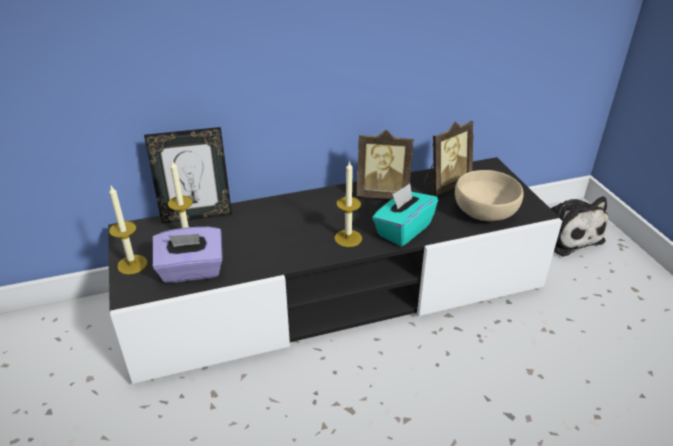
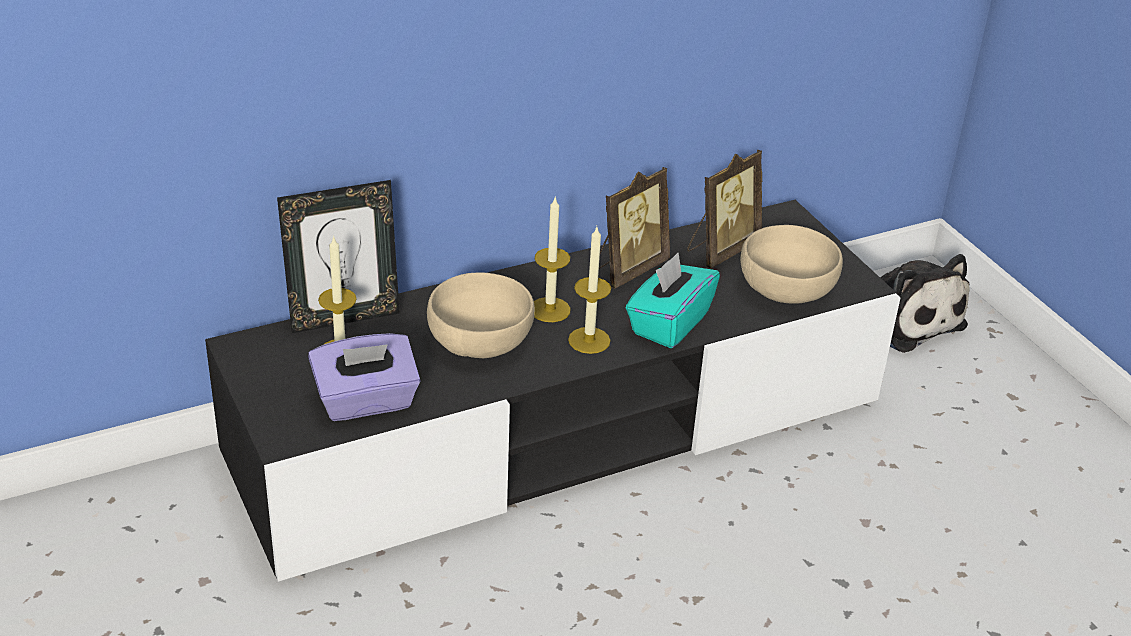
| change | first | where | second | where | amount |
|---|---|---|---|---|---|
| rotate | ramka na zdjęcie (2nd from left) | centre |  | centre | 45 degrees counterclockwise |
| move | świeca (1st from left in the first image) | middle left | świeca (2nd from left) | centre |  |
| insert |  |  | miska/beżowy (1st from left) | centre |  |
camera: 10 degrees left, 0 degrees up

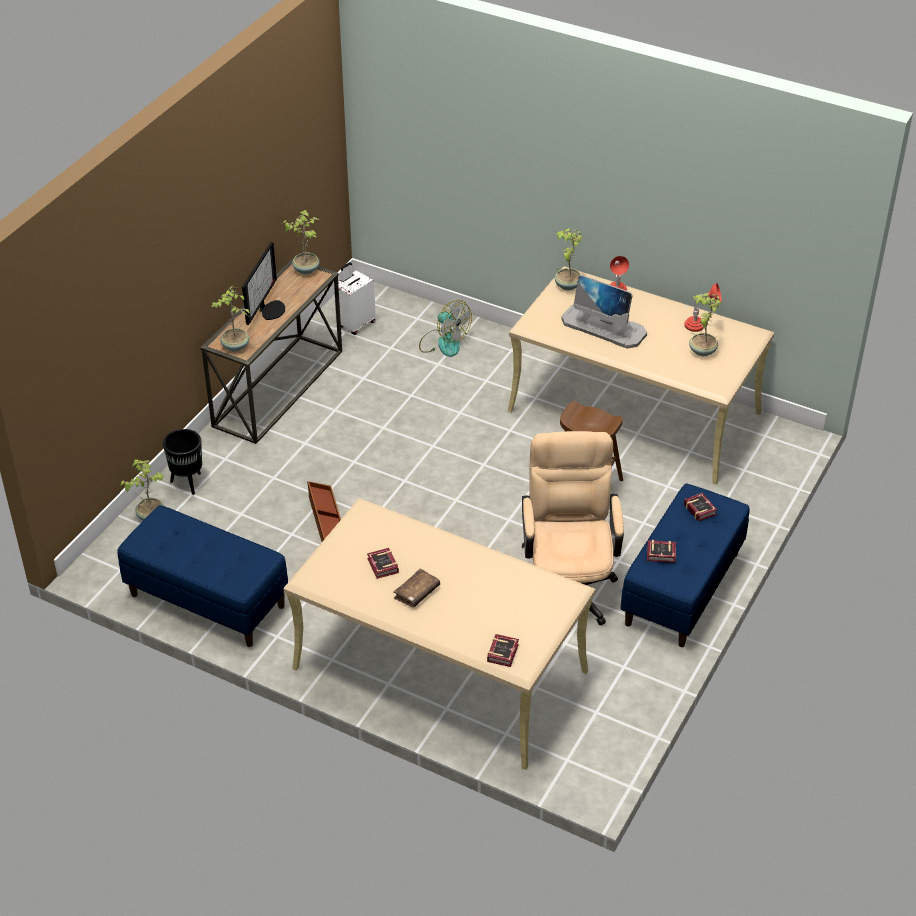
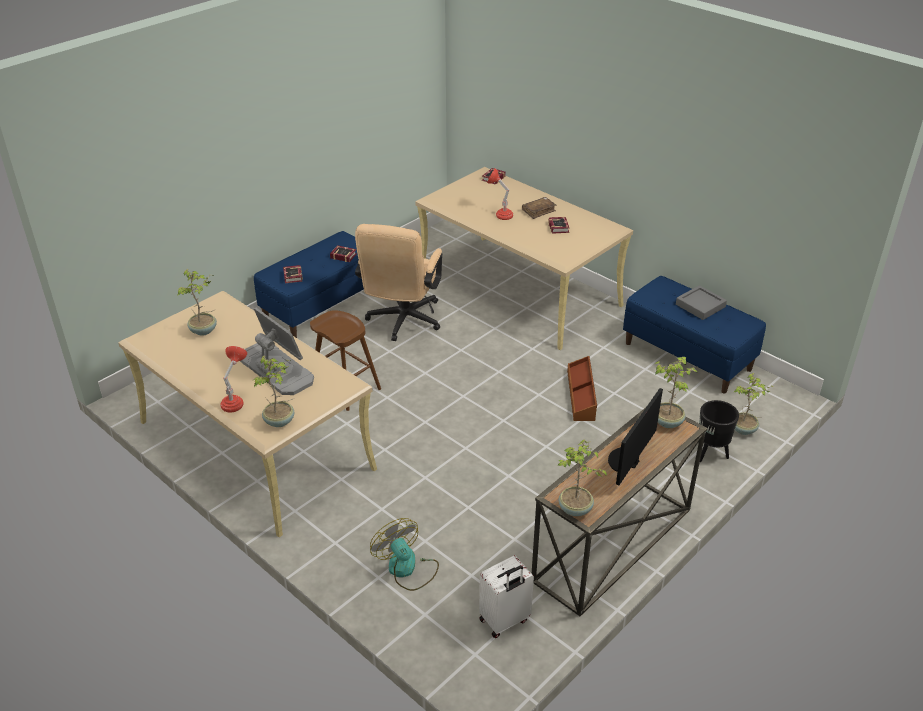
| change | first | where | second | where | amount |
|---|---|---|---|---|---|
| move | lampa stołowa/czerwony (2nd from left) | middle right |  | top centre |  |
| insert |  |  | taca/szary | middle right |  |
camera: 165 degrees left, 5 degrees down

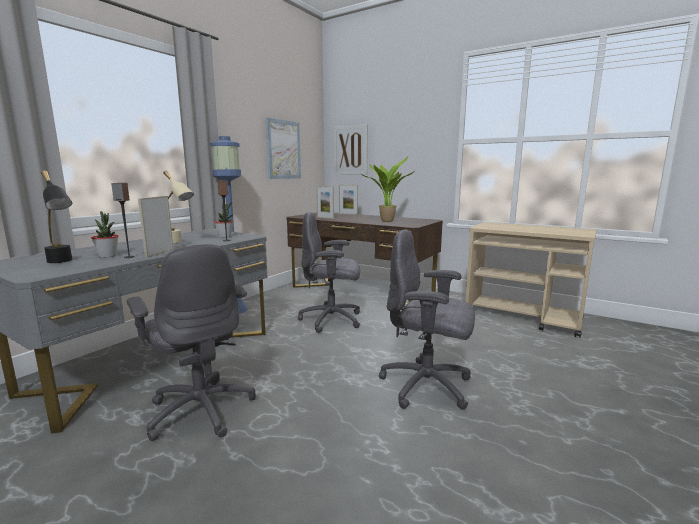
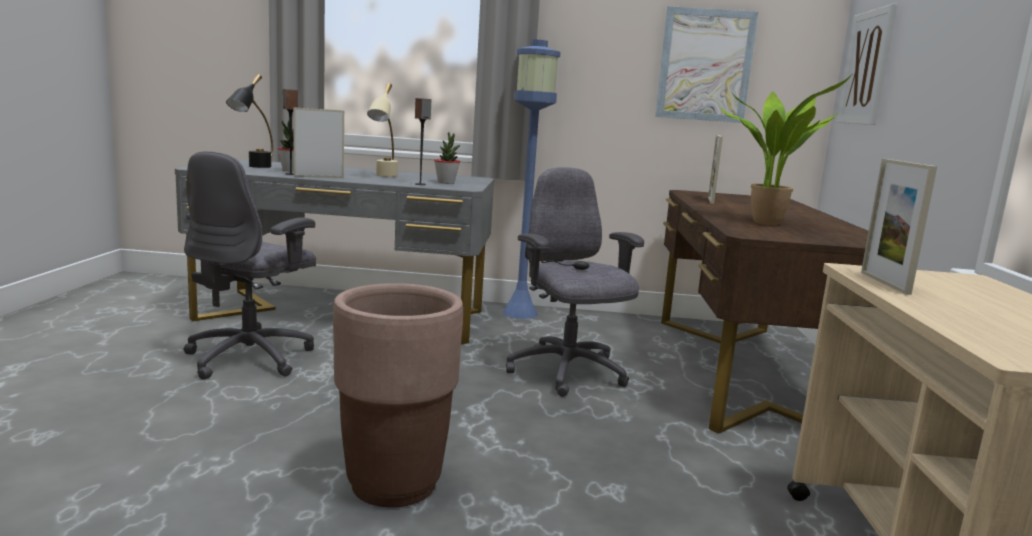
| change | first | where | second | where | amount |
|---|---|---|---|---|---|
| move | ramka na zdjęcie (3rd from left) | centre |  | middle right |  |
| replace | krzesło biurowe/szary (3rd from left) | centre | donica/brązowy | bottom centre |  |
camera: 60 degrees right, 0 degrees up

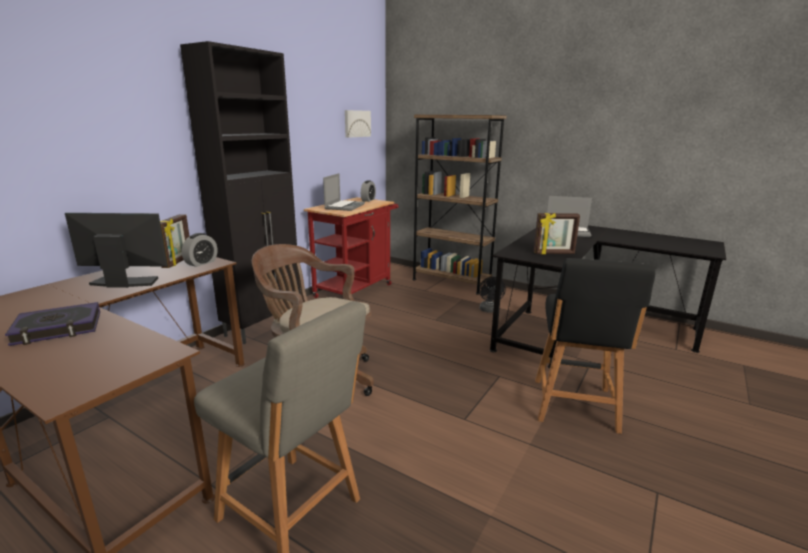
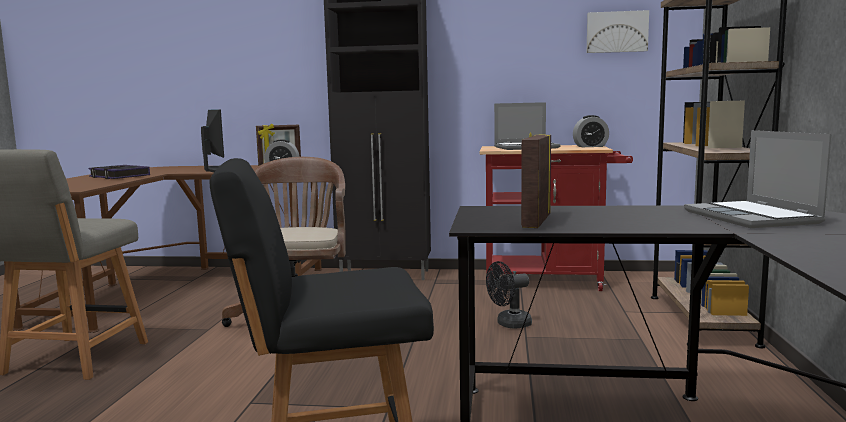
| change | first | where | second | where | amount |
|---|---|---|---|---|---|
| rotate | ramka na zdjęcie (2nd from left) | middle right |  | centre | 45 degrees clockwise |
| move | wentylator/czarny | centre |  | bottom centre |  |
camera: 65 degrees right, 10 degrees down

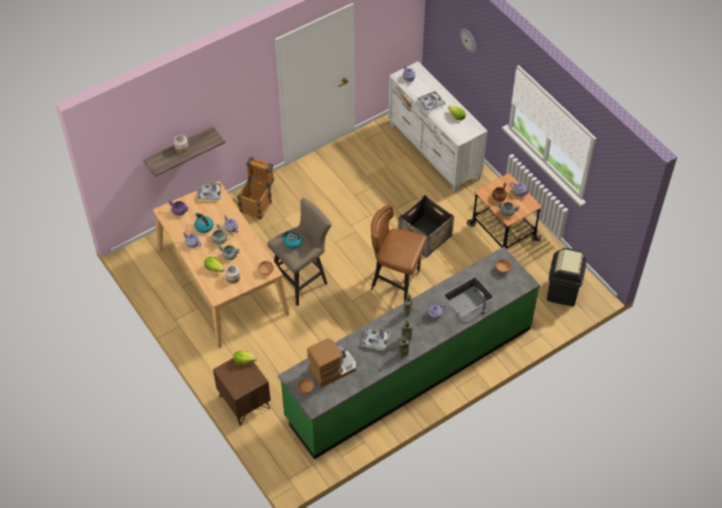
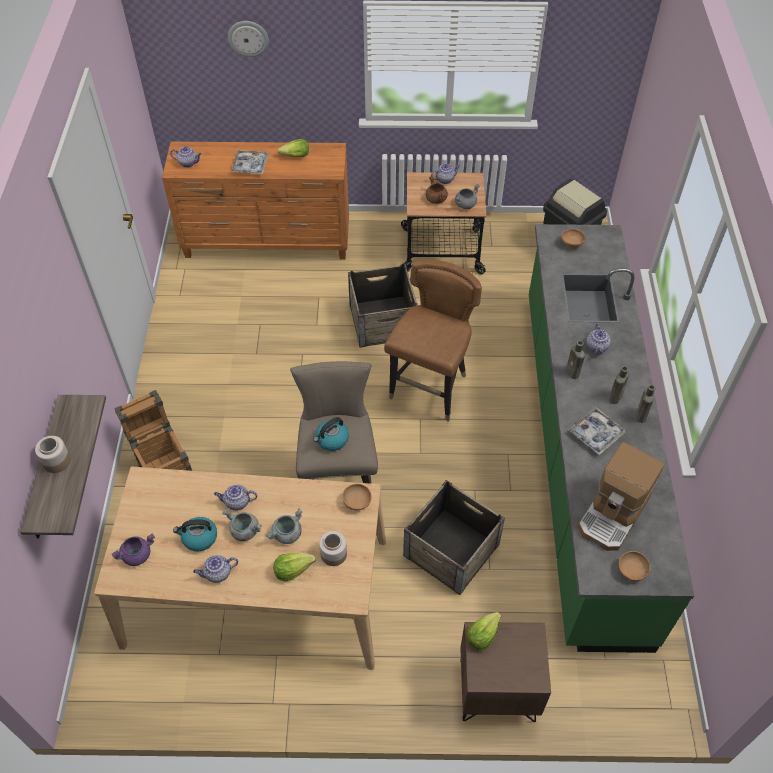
| change | first | where | second | where | amount |
|---|---|---|---|---|---|
| recolor | komoda/biały | top centre | komoda/pomarańczowy | top left |  |
| delete | taca (1st from left) | middle left |  |  |  |
| rotate | krzesło/brązowy | centre |  | centre | 150 degrees clockwise |
| rotate | ekspres do kawy | bottom centre |  | middle right | 150 degrees counterclockwise |
| insert |  |  | skrzynka (3rd from left) | bottom centre |  |
camera: 55 degrees left, 0 degrees up

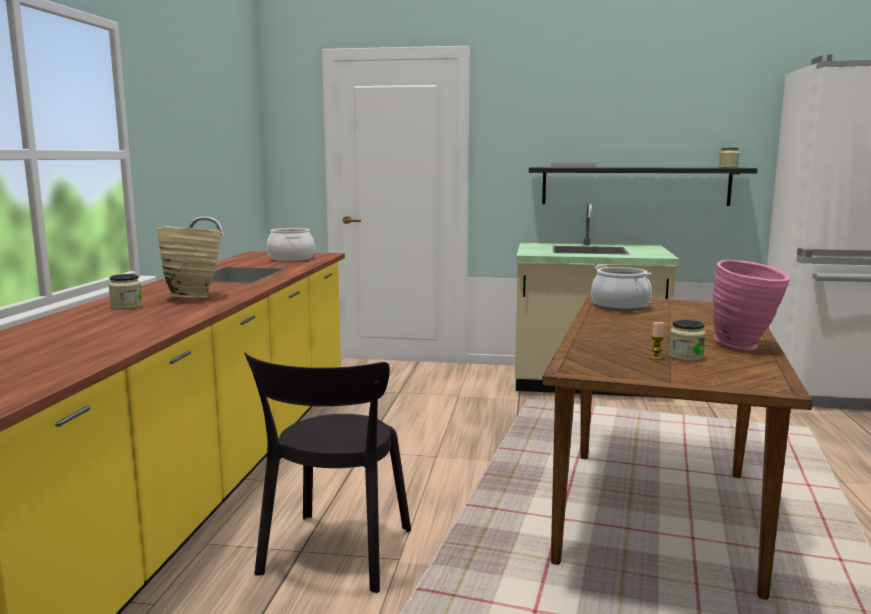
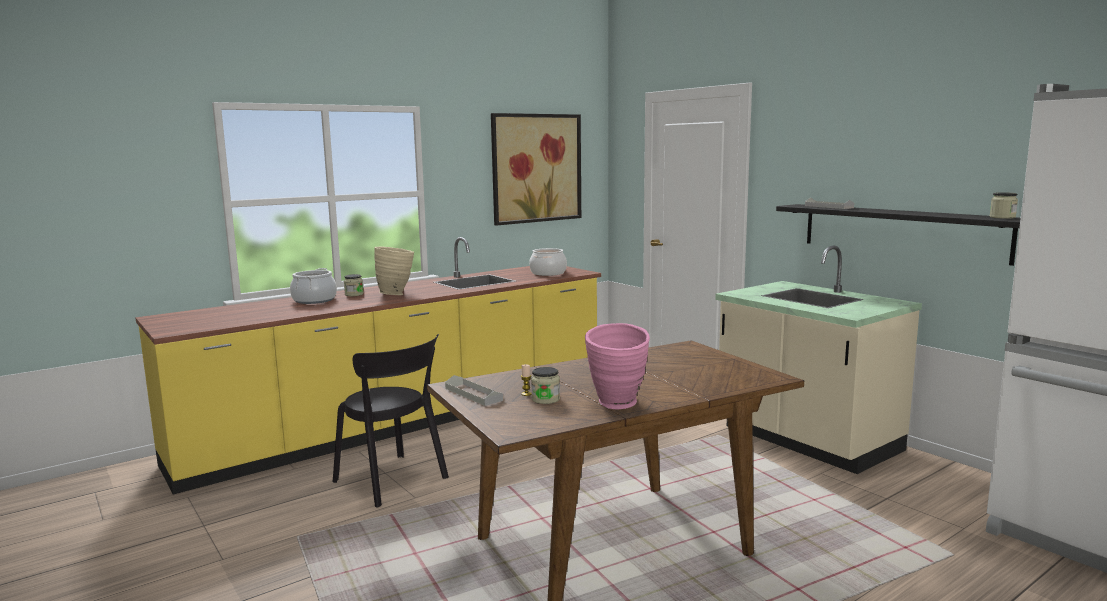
| change | first | where | second | where | amount |
|---|---|---|---|---|---|
| move | garnek (2nd from left in the first image) | middle right | garnek (1st from left) | middle left |  |
| rotate | krzesło/czarny | bottom centre |  | bottom centre | 105 degrees counterclockwise |
| insert |  |  | obraz | top centre |  |
| insert |  |  | taca/szary (1st from left) | centre |  |
camera: 45 degrees right, 0 degrees up

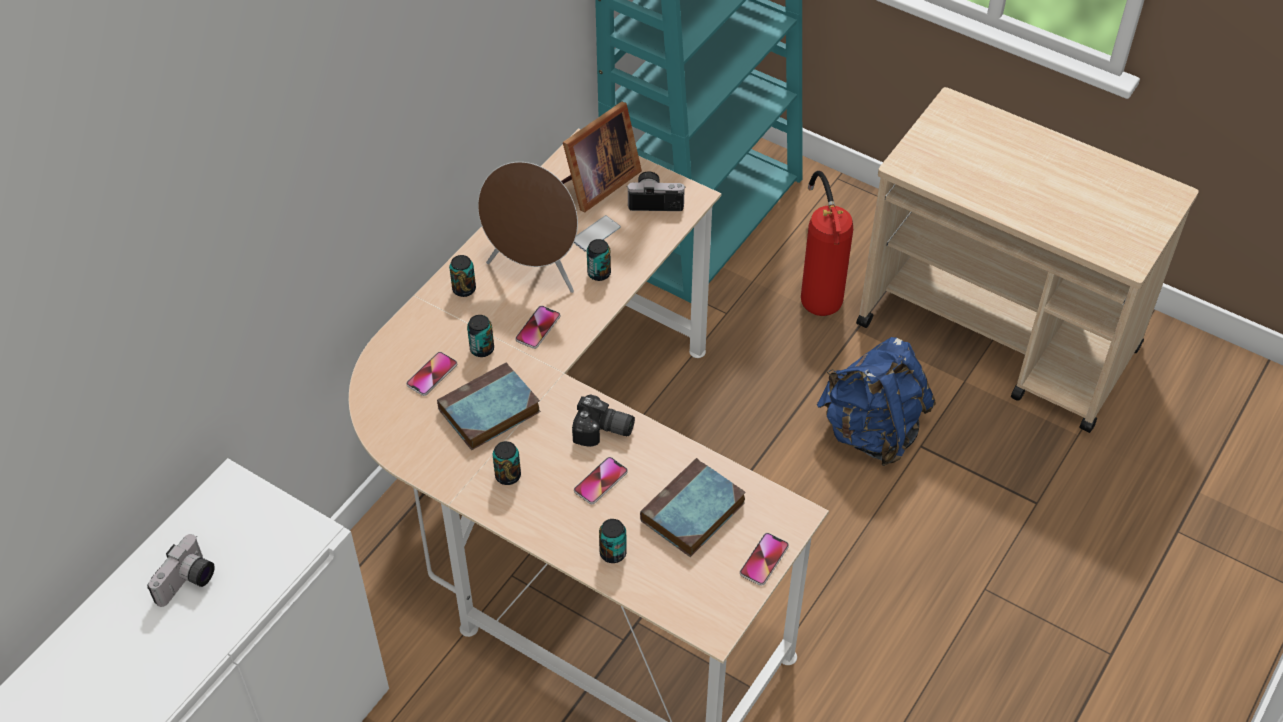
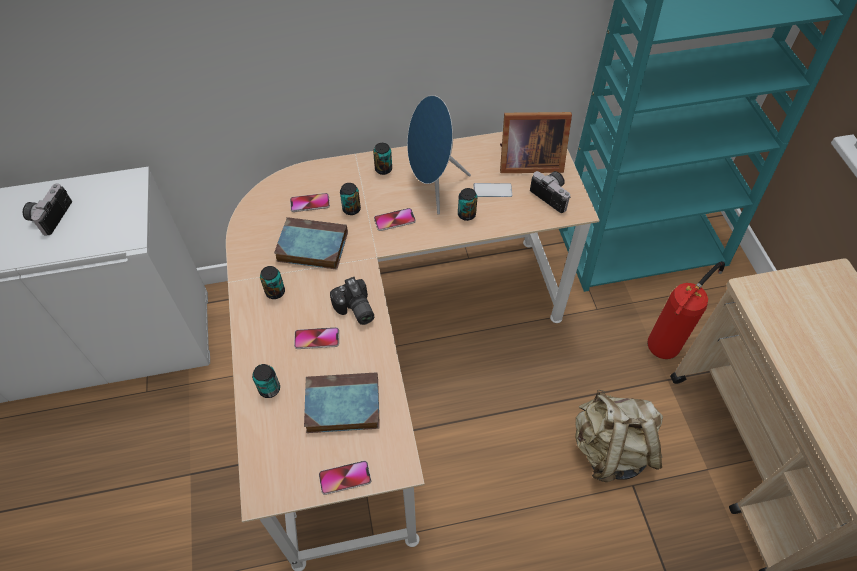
| change | first | where | second | where | amount |
|---|---|---|---|---|---|
| recolor | głośnik/brązowy | top centre | głośnik/niebieski | top centre |  |
| recolor | plecak/niebieski | middle right | plecak/beżowy | bottom right |  |
| rotate | aparat fotograficzny (1st from left) | bottom left |  | middle left | 120 degrees clockwise |
camera: 45 degrees right, 5 degrees up

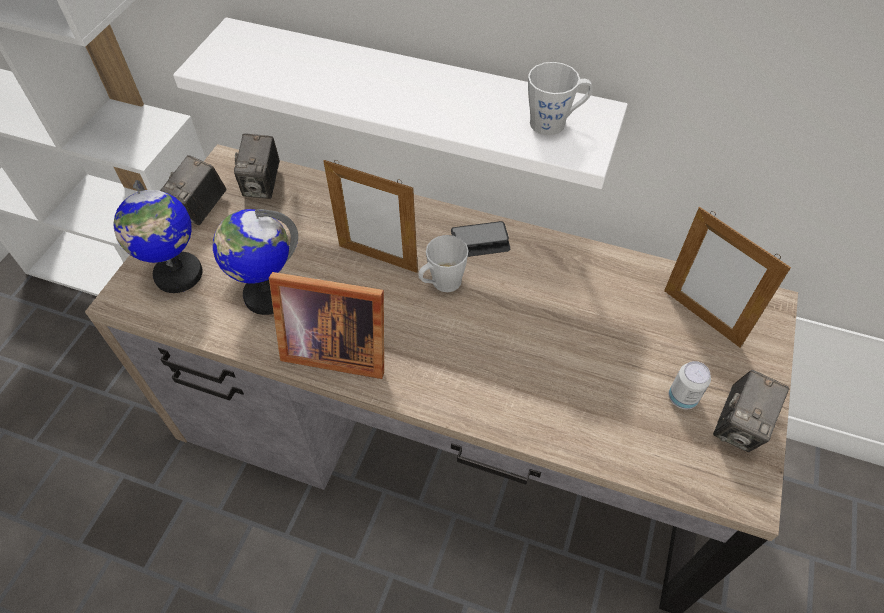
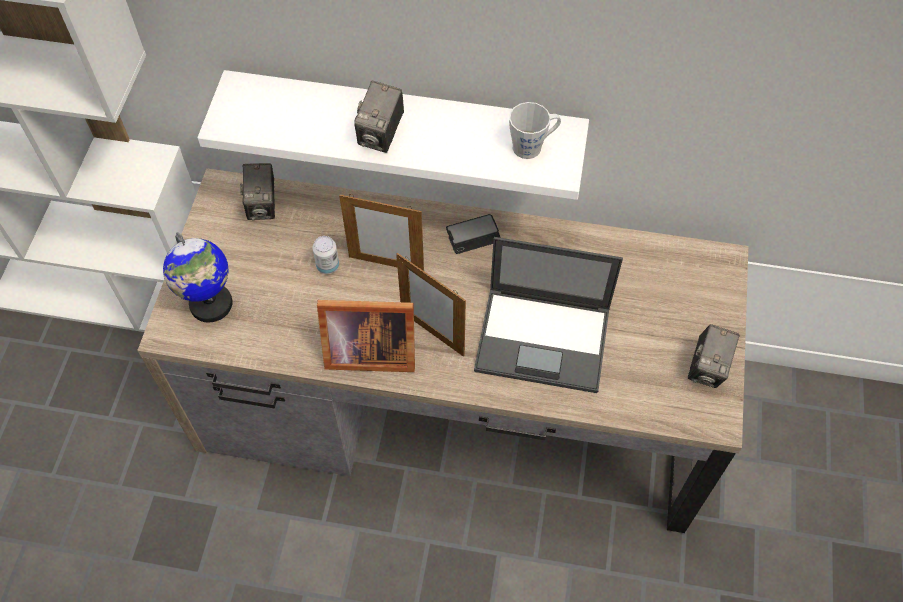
| change | first | where | second | where | amount |
|---|---|---|---|---|---|
| move | aparat fotograficzny (1st from left in the first image) | top left | aparat fotograficzny (2nd from left) | top centre |  |
| move | ramka na zdjęcie (3rd from left) | middle right |  | centre |  |
| delete | globus (2nd from left) | middle left |  |  |  |
| delete | kubek/szary (1st from left) | centre |  |  |  |
| move | puszka | middle right |  | centre |  |
| insert |  |  | laptop | centre |  |
camera: 10 degrees left, 5 degrees up

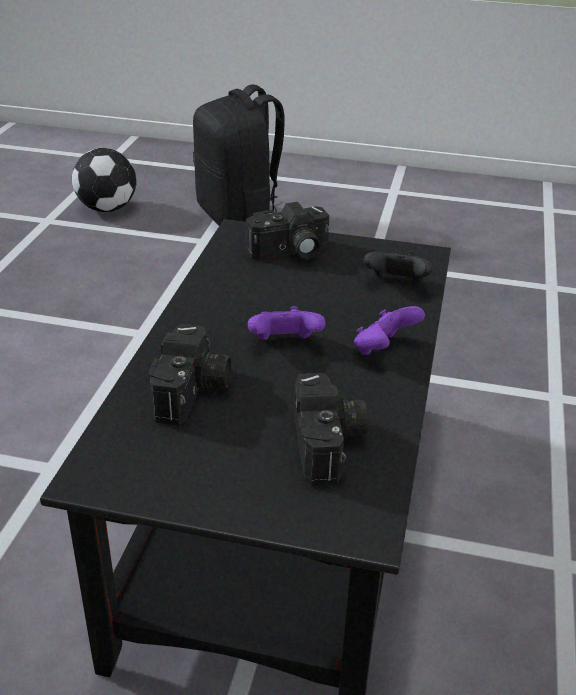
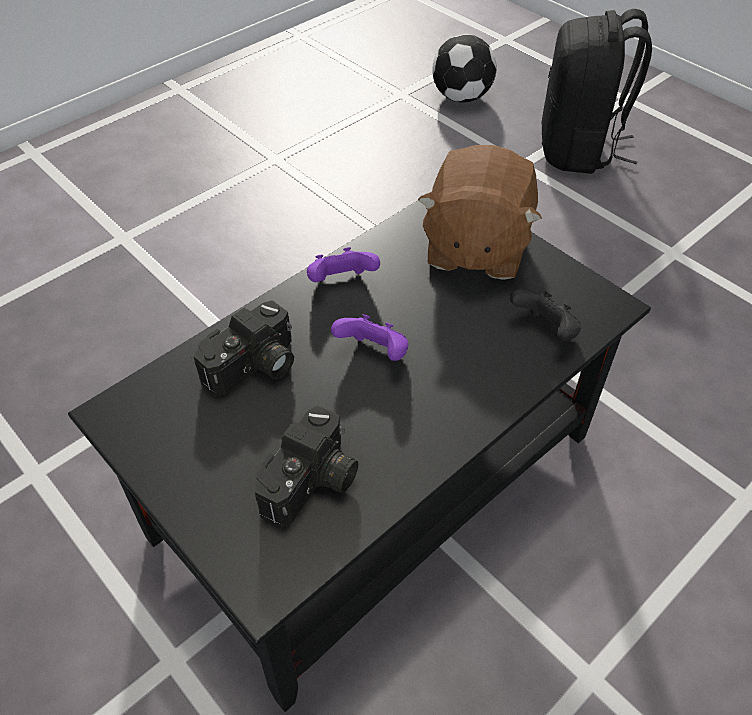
| change | first | where | second | where | amount |
|---|---|---|---|---|---|
| replace | aparat fotograficzny (2nd from left) | top centre | pluszak/brązowy | top centre |  |
| move | pad do gier/fioletowy (2nd from left in the first image) | middle right | pad do gier/fioletowy (1st from left) | centre |  |
camera: 35 degrees right, 15 degrees up

